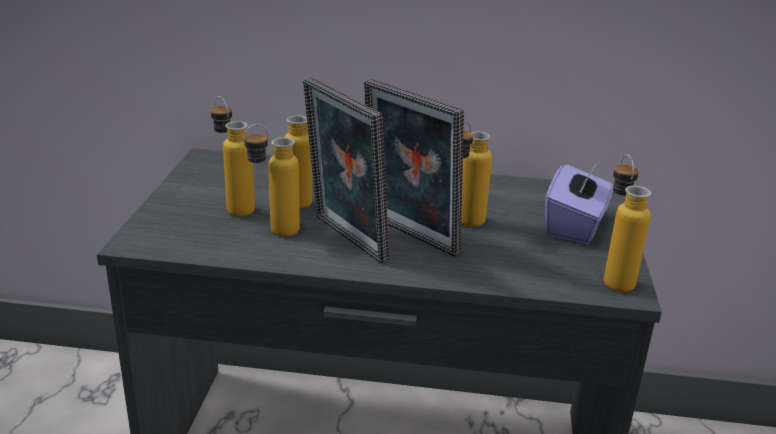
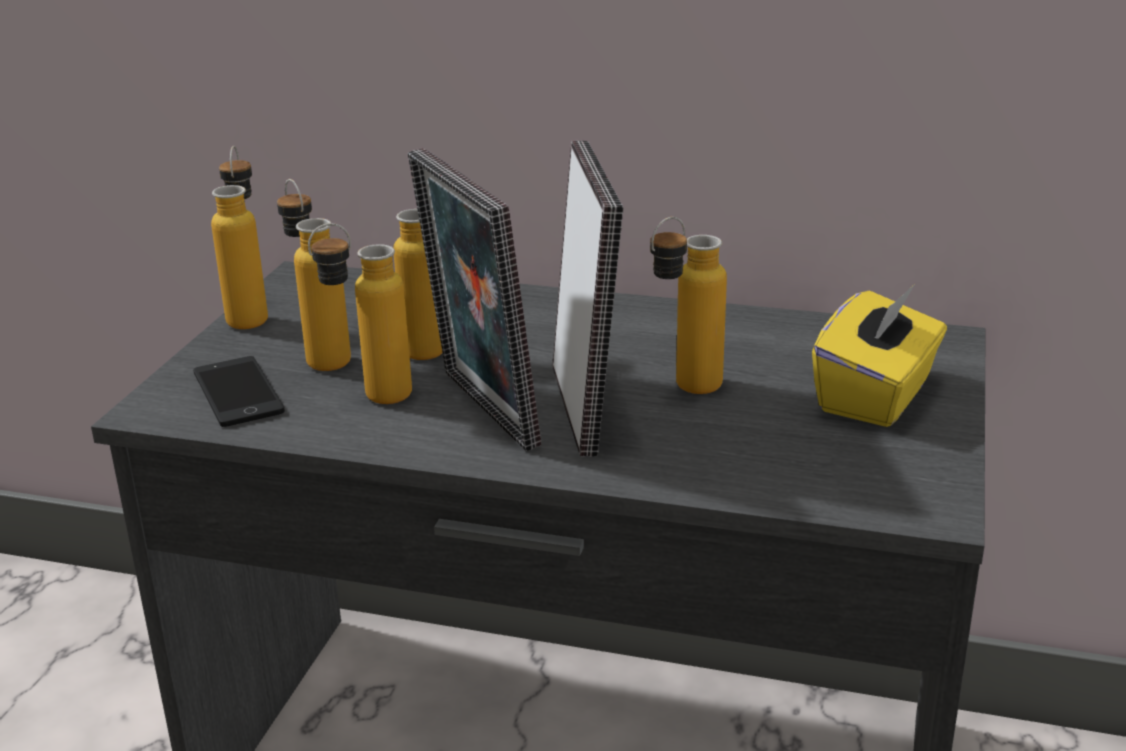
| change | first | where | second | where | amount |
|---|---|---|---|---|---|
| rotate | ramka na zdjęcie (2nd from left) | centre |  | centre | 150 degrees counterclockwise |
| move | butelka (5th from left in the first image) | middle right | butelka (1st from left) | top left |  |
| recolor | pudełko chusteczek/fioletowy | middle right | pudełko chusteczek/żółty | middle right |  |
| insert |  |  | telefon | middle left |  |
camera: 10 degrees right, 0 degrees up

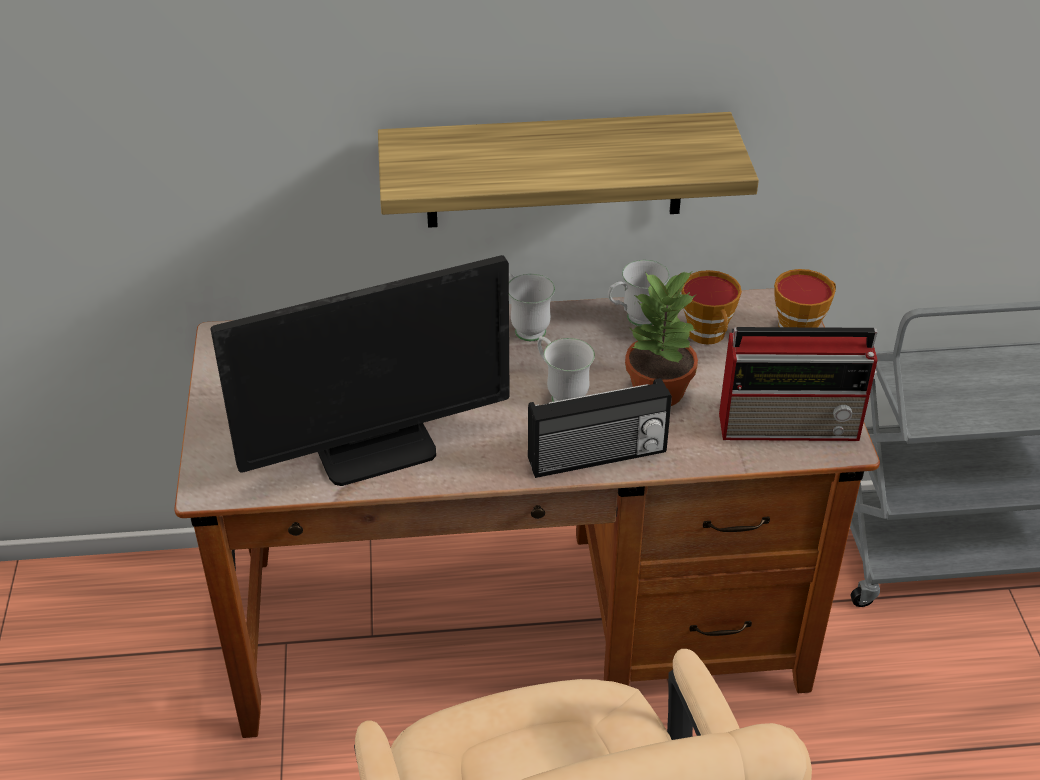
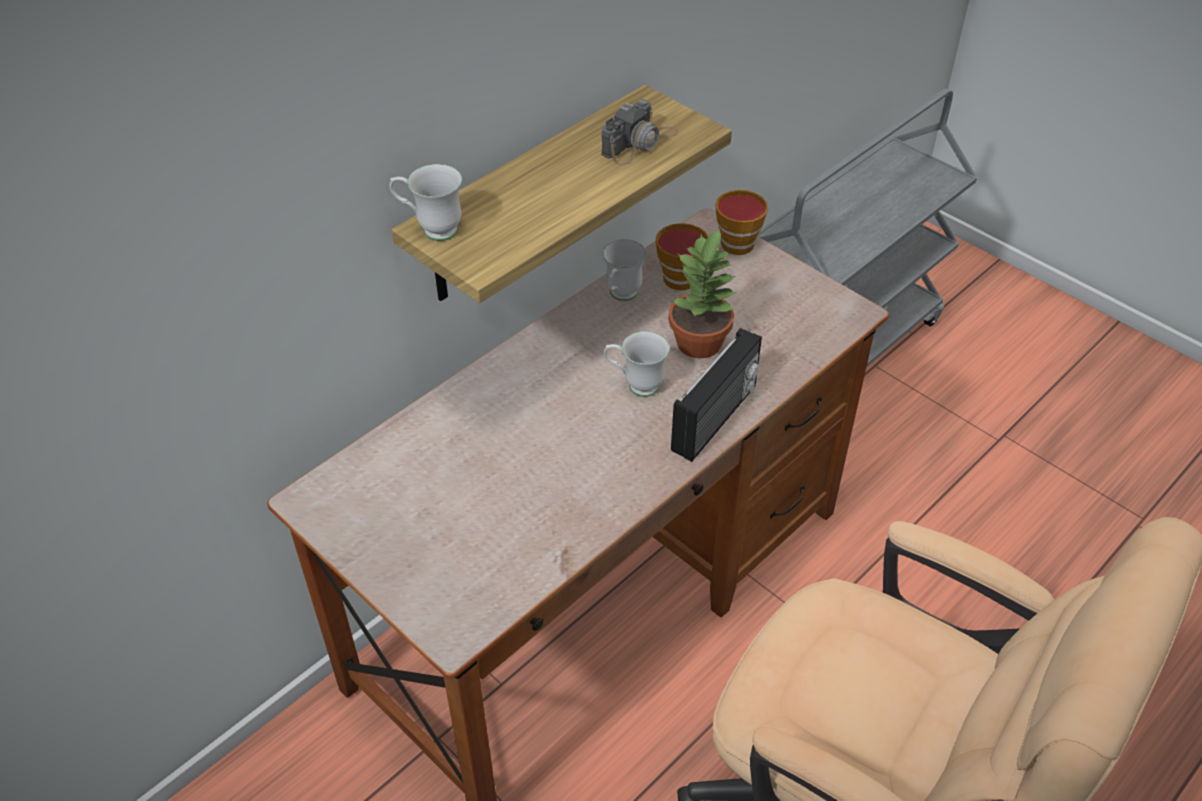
| change | first | where | second | where | amount |
|---|---|---|---|---|---|
| delete | monitor | centre |  |  |  |
| move | kubek/biały (1st from left) | centre |  | top centre |  |
| delete | radio (2nd from left) | middle right |  |  |  |
| insert |  |  | aparat fotograficzny | top centre |  |
camera: 40 degrees left, 5 degrees up

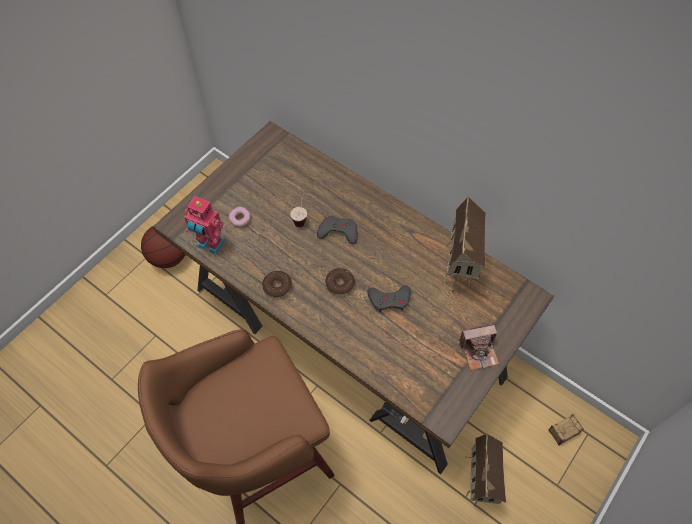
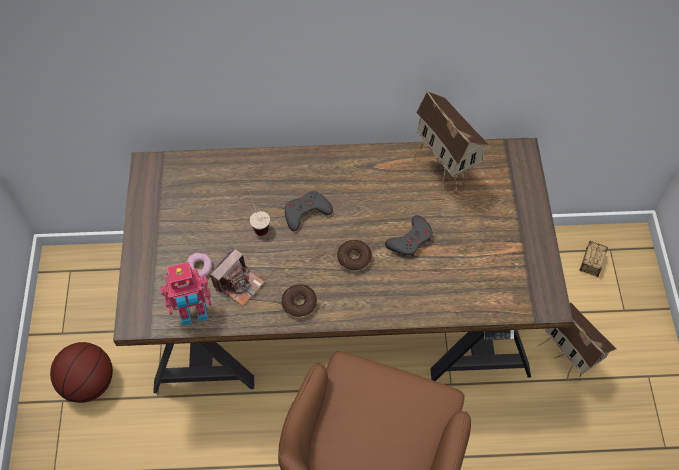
| change | first | where | second | where | amount |
|---|---|---|---|---|---|
| move | aparat fotograficzny | middle right |  | centre |  |
camera: 40 degrees left, 0 degrees up

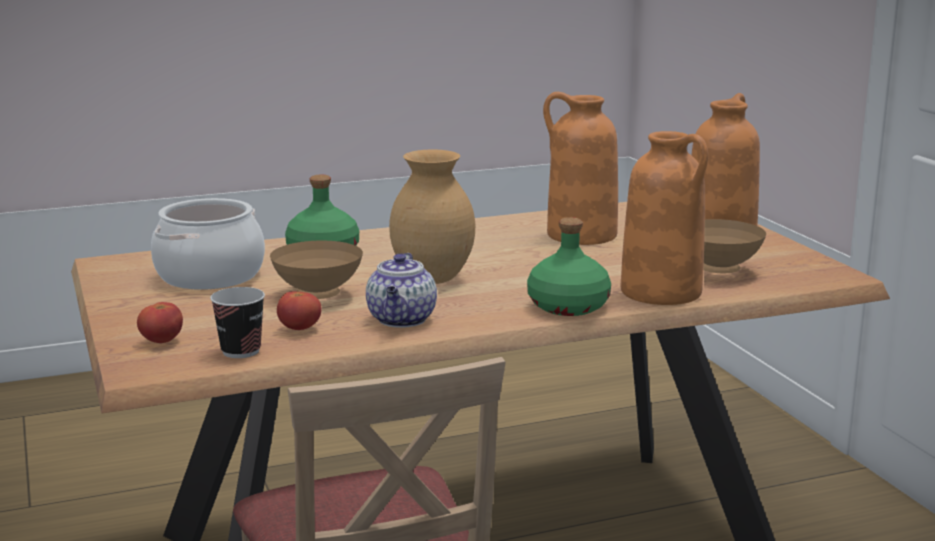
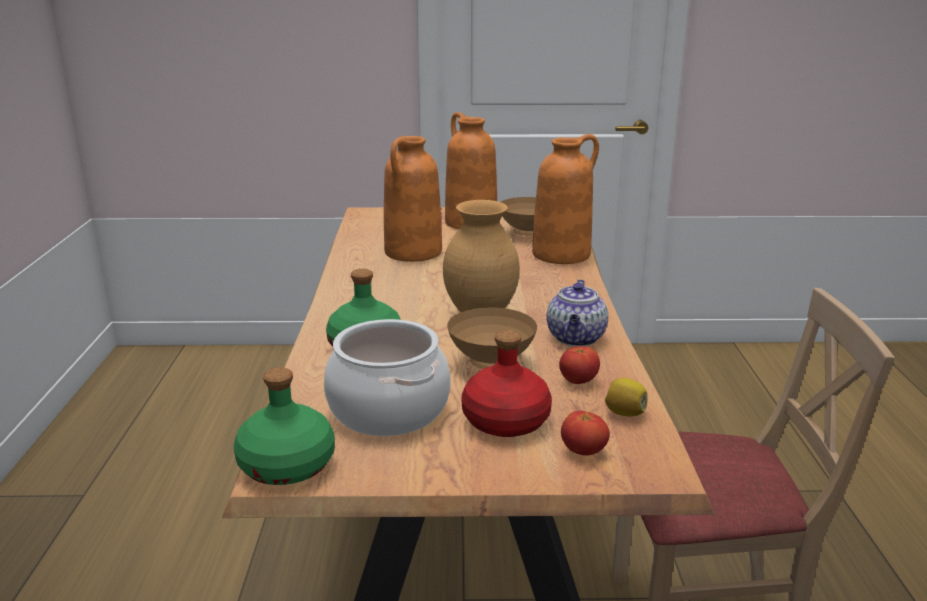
| change | first | where | second | where | amount |
|---|---|---|---|---|---|
| move | butelka/zielony (2nd from left in the first image) | centre | butelka/zielony (1st from left) | bottom left |  |
| rotate | imbryk | centre |  | centre | 75 degrees clockwise |
| replace | filiżanka | middle left | cytryna | middle right |  |
| insert |  |  | butelka/czerwony | centre |  |
camera: 70 degrees left, 5 degrees up

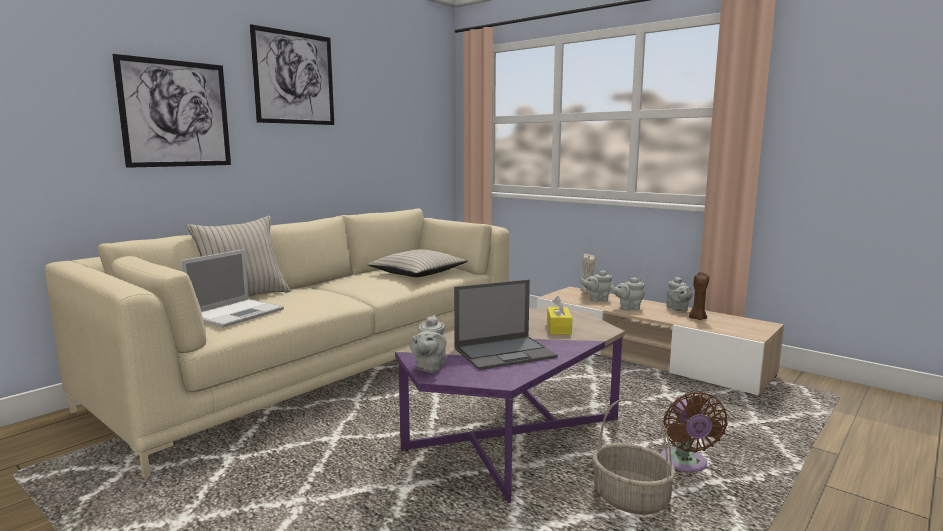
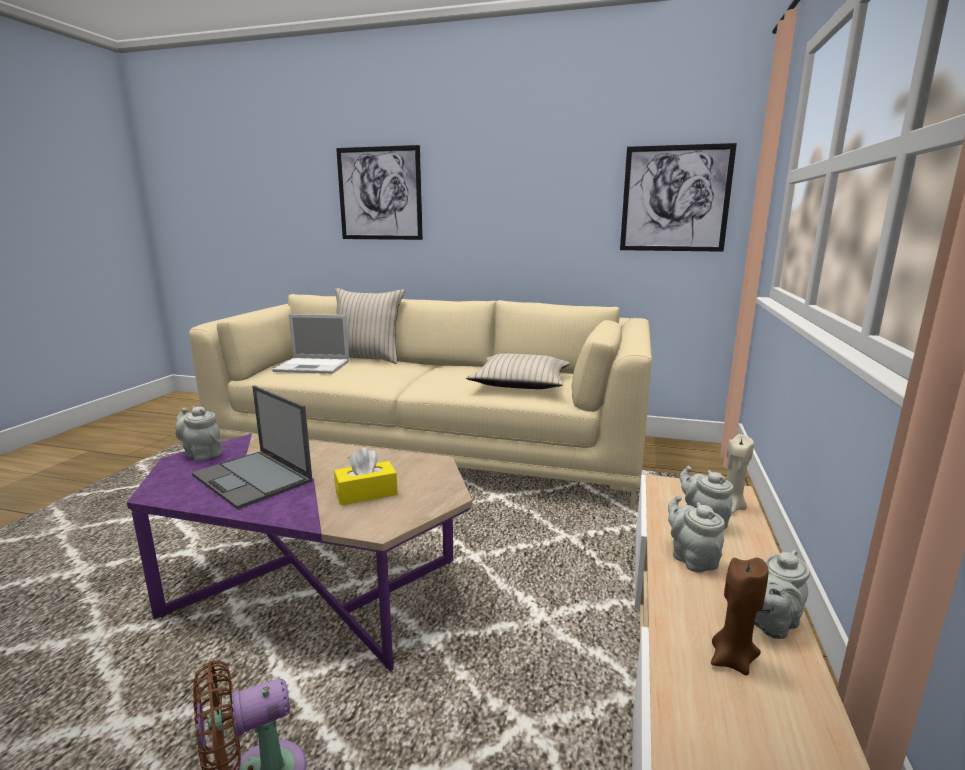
| change | first | where | second | where | amount |
|---|---|---|---|---|---|
| move | obraz (2nd from left) | top left |  | top right |  |
| rotate | imbryk/szary (1st from left) | centre |  | middle left | 45 degrees clockwise |
| delete | koszyk | bottom right |  |  |  |
camera: 65 degrees right, 5 degrees up

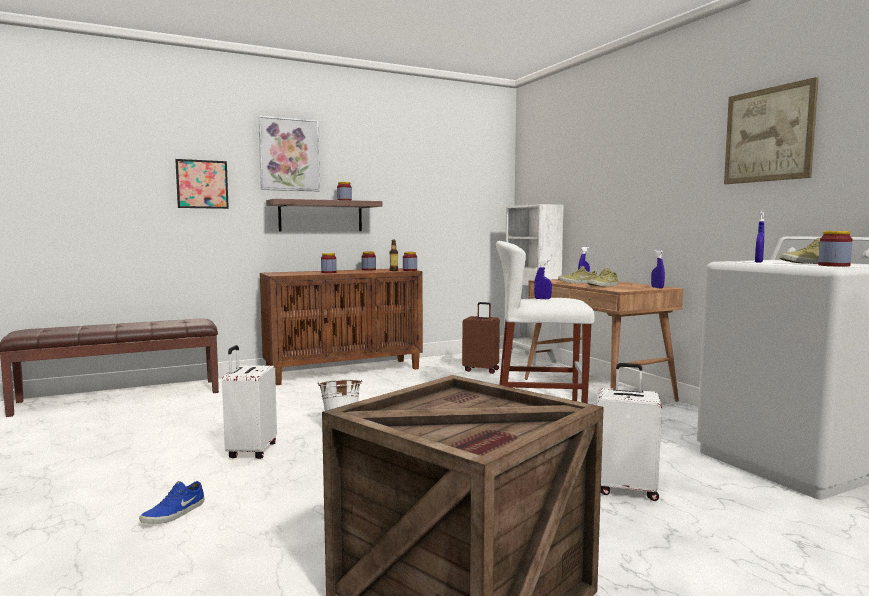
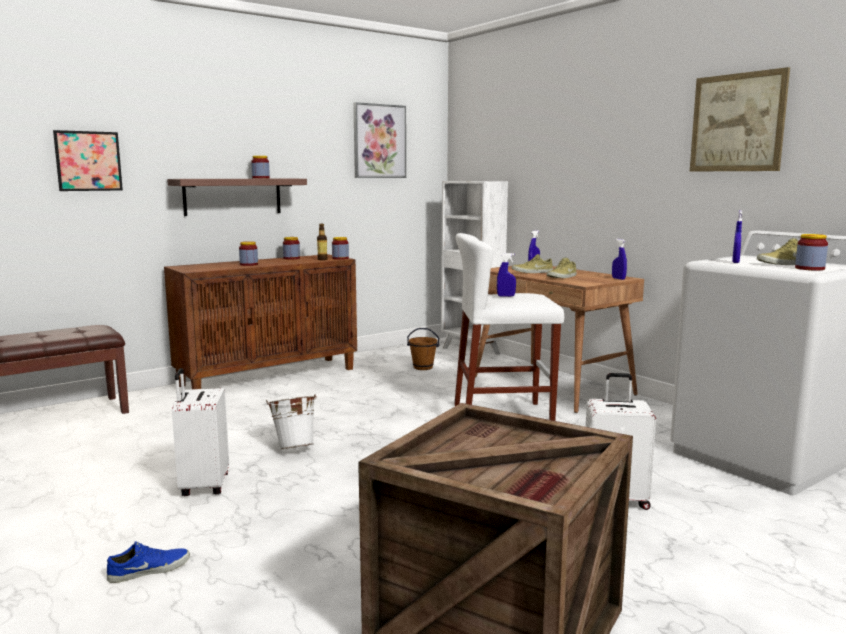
| change | first | where | second | where | amount |
|---|---|---|---|---|---|
| move | obraz (2nd from left) | top left |  | top centre |  |
| replace | walizka/brązowy | centre | wiadro/brązowy | centre |  |
| rotate | but/niebieski | bottom left |  | bottom left | 135 degrees counterclockwise |
camera: 10 degrees left, 5 degrees up

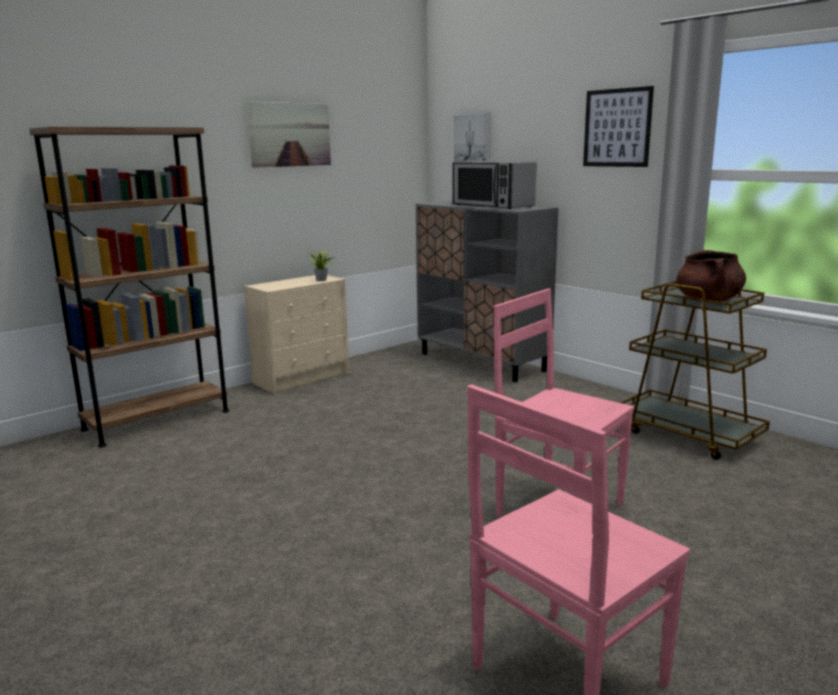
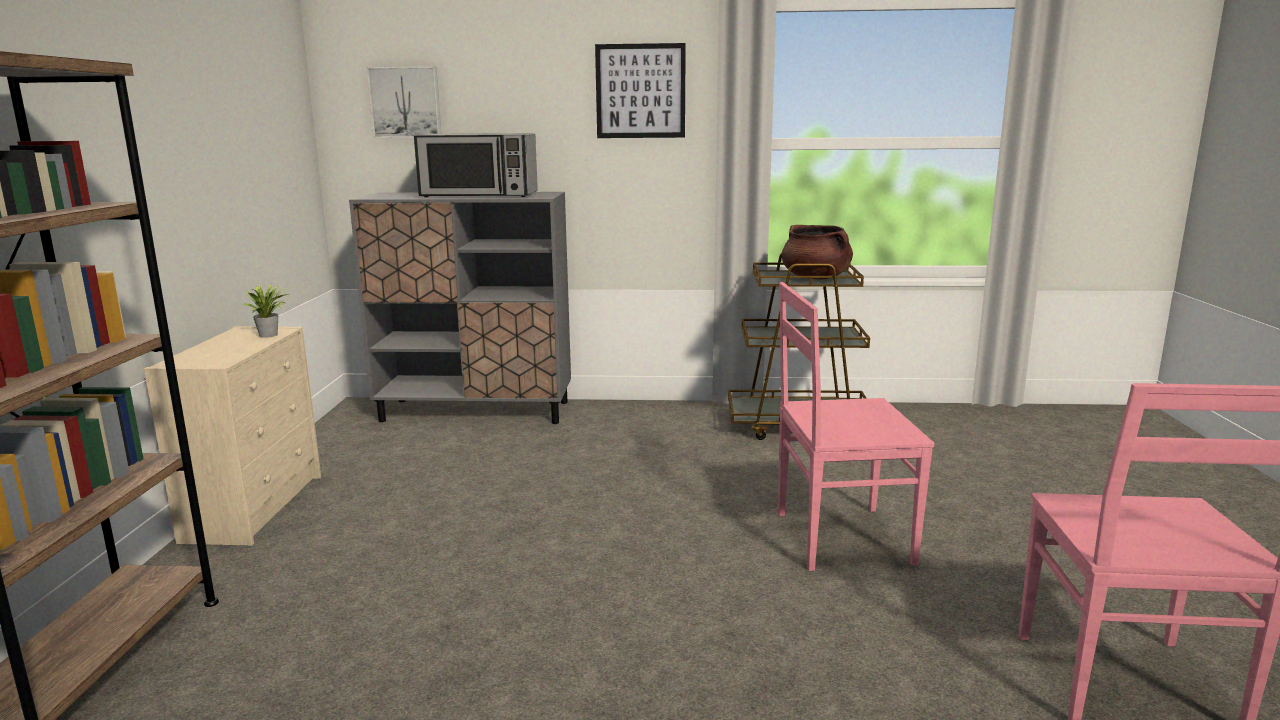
| change | first | where | second | where | amount |
|---|---|---|---|---|---|
| delete | obraz (1st from left) | top centre |  |  |  |
camera: 45 degrees left, 0 degrees up

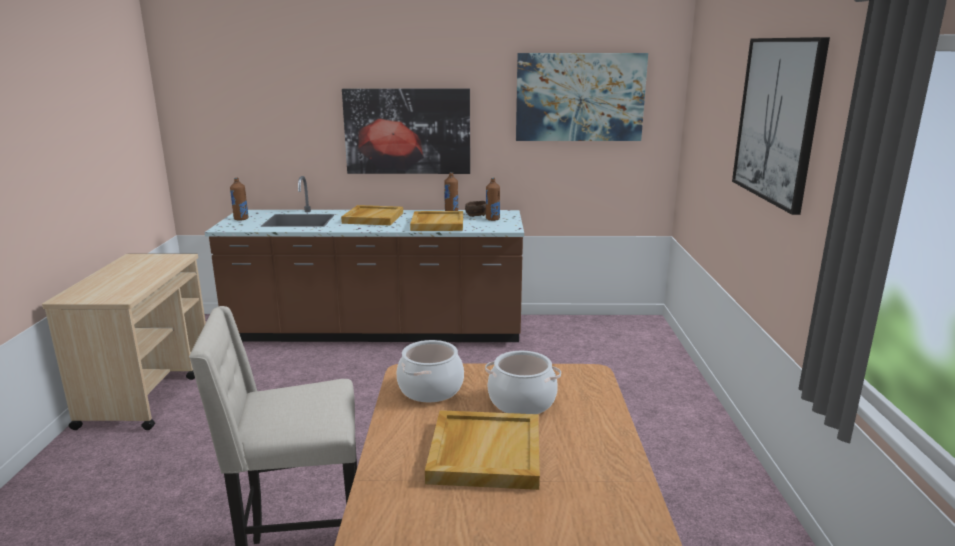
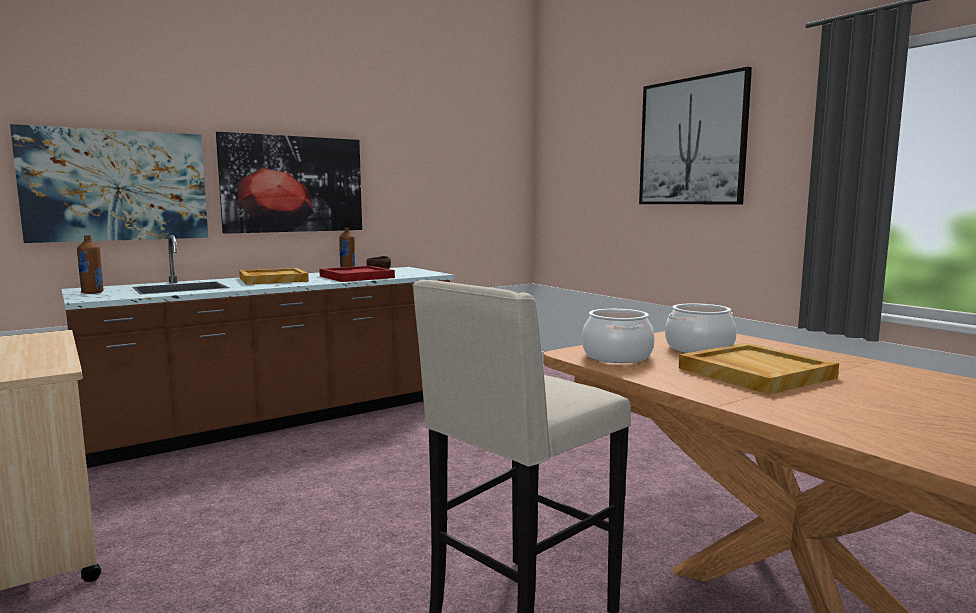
| change | first | where | second | where | amount |
|---|---|---|---|---|---|
| move | obraz (2nd from left in the first image) | top centre | obraz (1st from left) | top left |  |
| delete | butelka/brązowy (3rd from left) | centre |  |  |  |
| recolor | taca/beżowy (2nd from left) | centre | taca/czerwony | centre |  |
camera: 35 degrees left, 10 degrees down

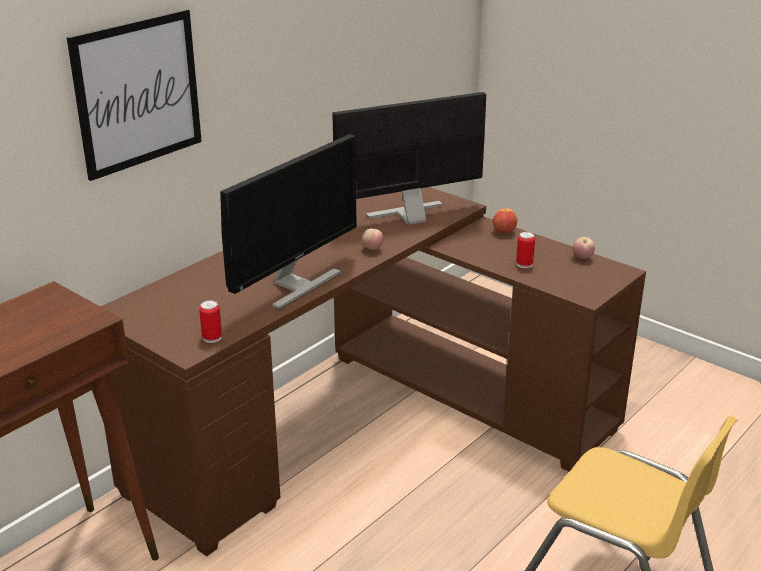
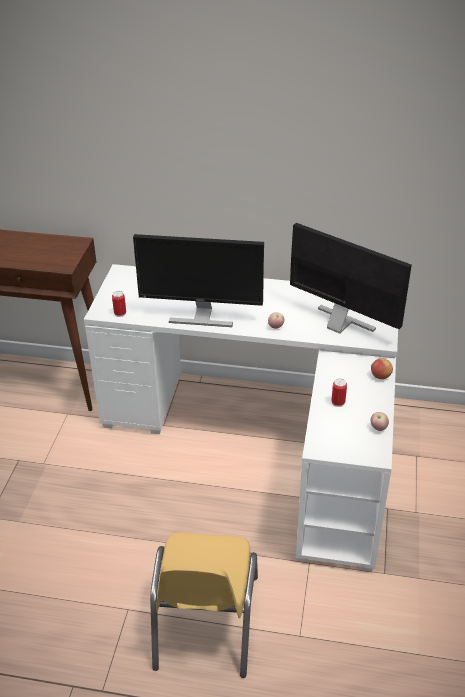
| change | first | where | second | where | amount |
|---|---|---|---|---|---|
| delete | obraz | top left |  |  |  |
| recolor | biurko/brązowy | centre | biurko/biały | centre |  |
camera: 60 degrees right, 10 degrees up

